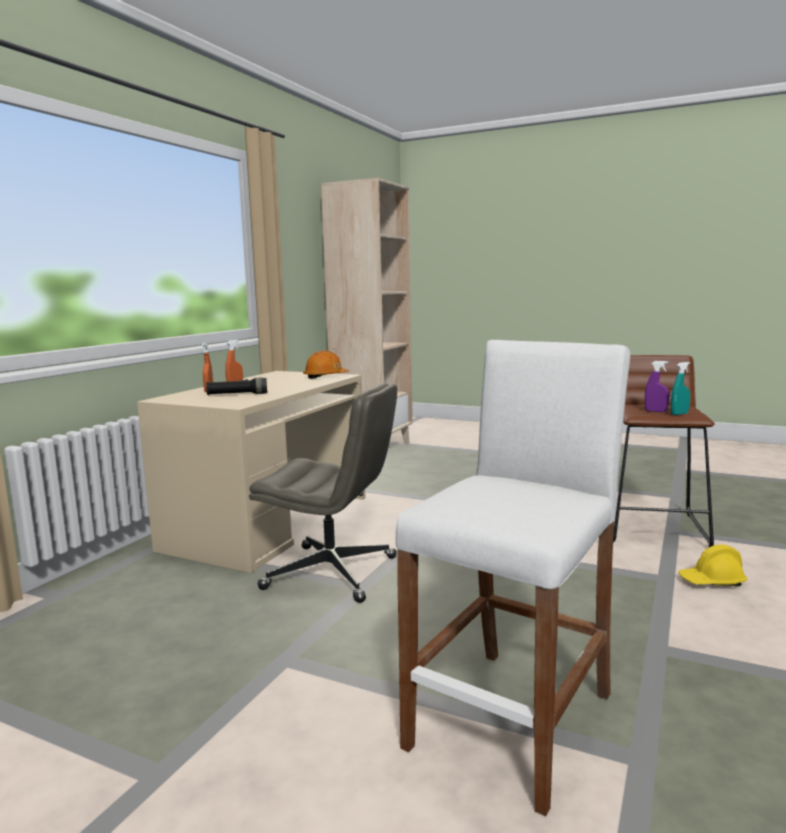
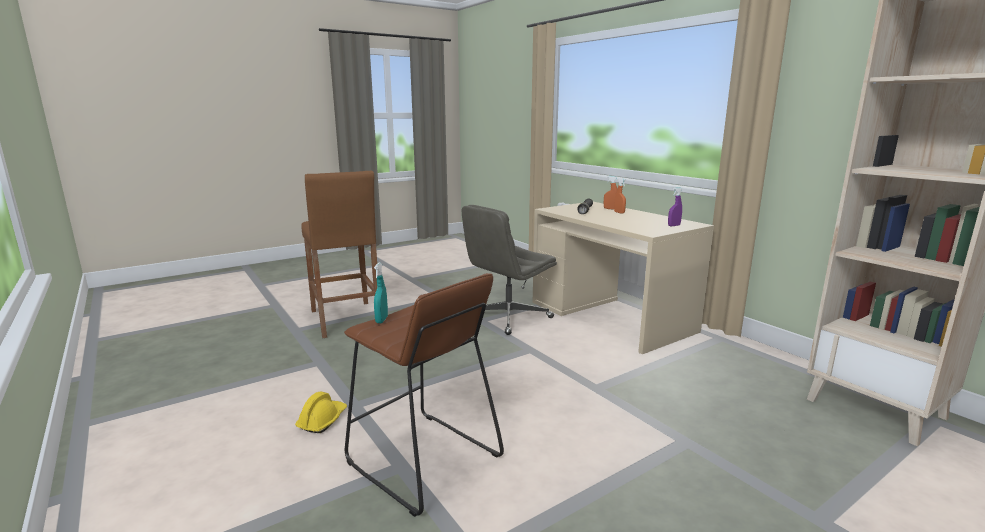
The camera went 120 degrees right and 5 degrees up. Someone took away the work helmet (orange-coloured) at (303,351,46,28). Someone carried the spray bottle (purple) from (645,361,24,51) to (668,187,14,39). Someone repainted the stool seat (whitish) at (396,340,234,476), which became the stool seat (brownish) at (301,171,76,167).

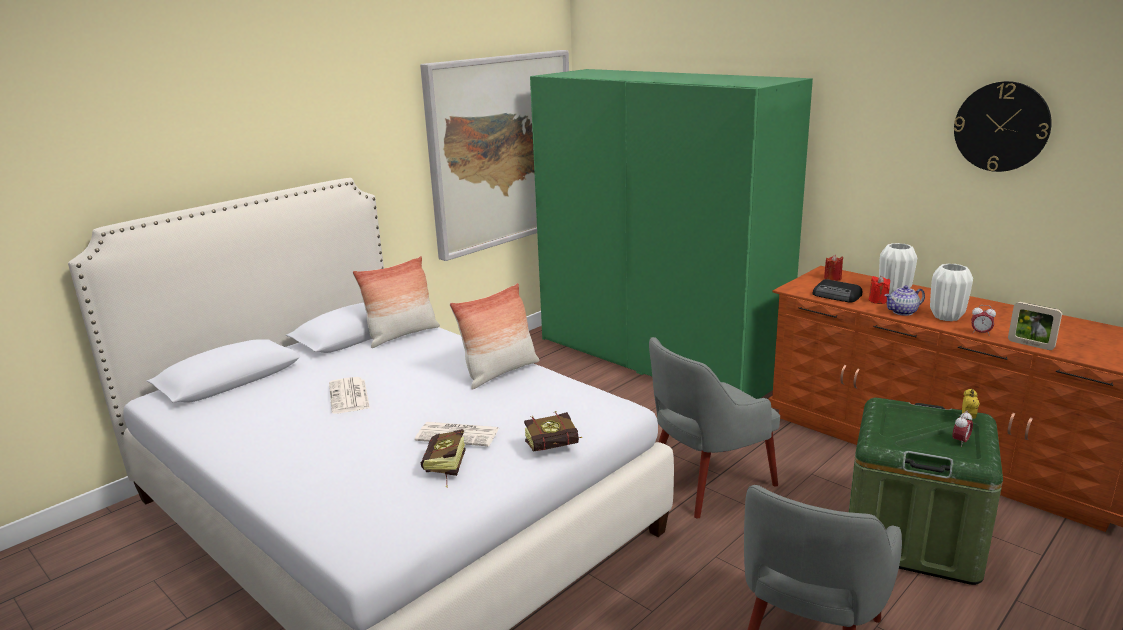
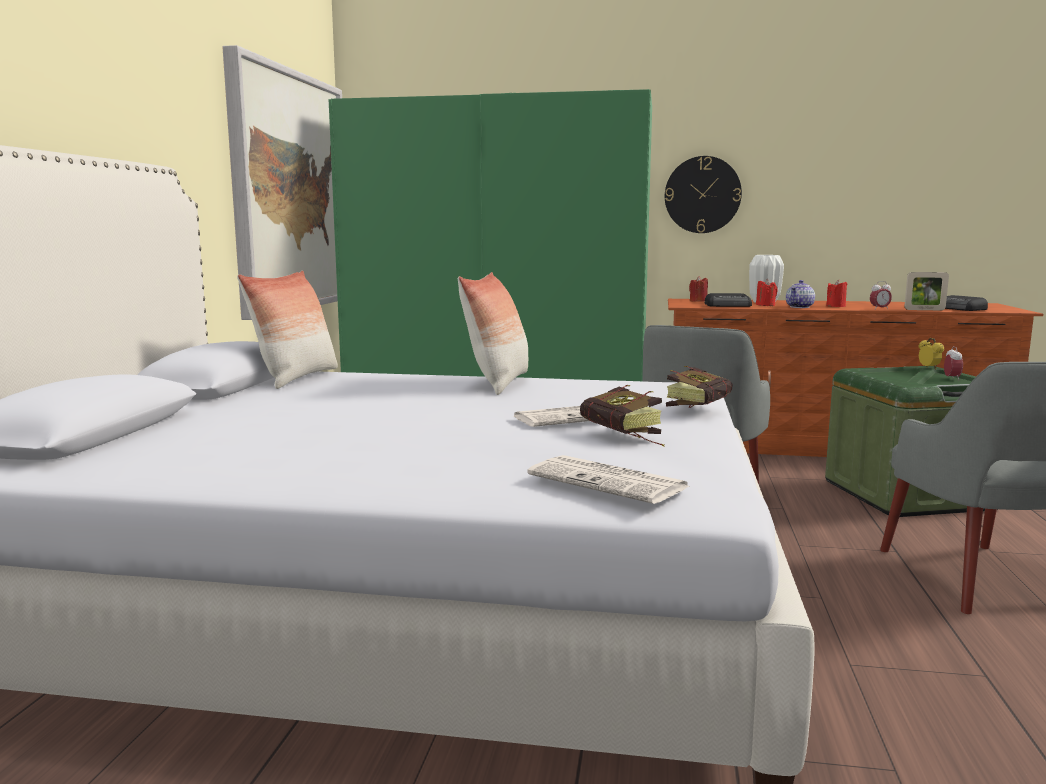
The camera went 35 degrees left and 10 degrees down. Someone put down the radio set at (945,295,43,16). Someone carried the printed paper from (329,377,41,37) to (527,455,164,49). Someone carried the hanging clock from (954,81,98,91) to (665,156,77,77). Someone swapped the vase (whitish) at (930,264,43,57) for the wax light (red-coloured) at (826,280,22,27).

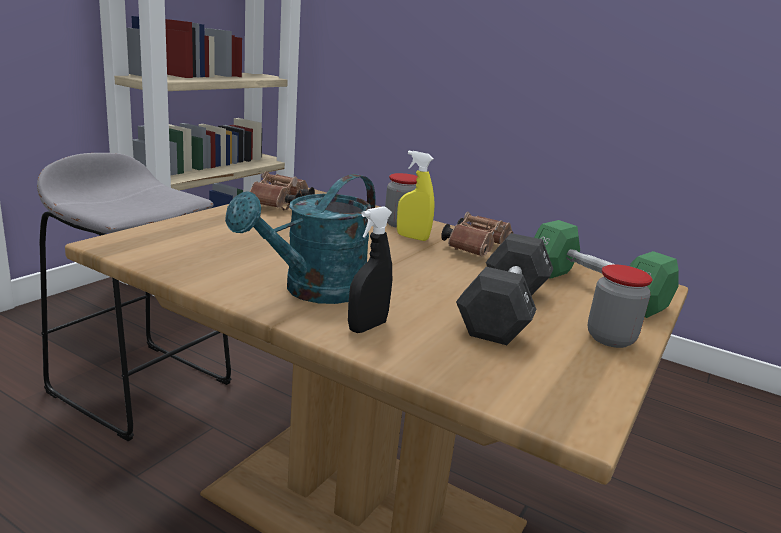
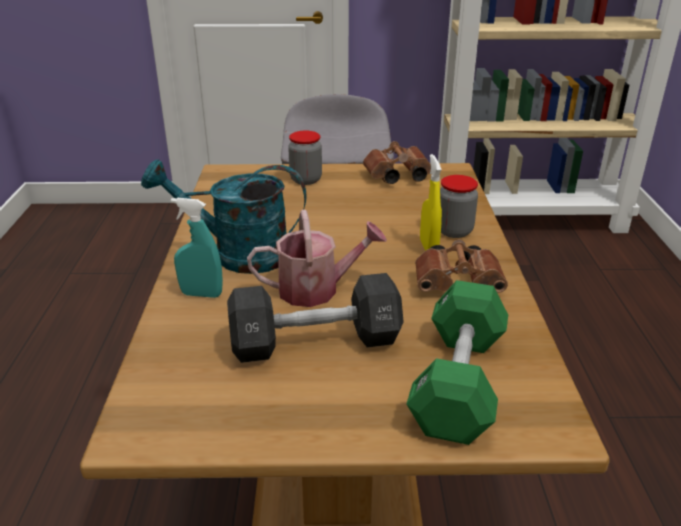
The camera went 60 degrees right and 10 degrees up. Someone put down the watering pot at (247,210,140,97). Someone carried the jar from (588,264,65,84) to (288,131,34,54). Someone repainted the spray bottle (blackish) at (348,206,44,127), which became the spray bottle (blue-green) at (171,198,52,100).

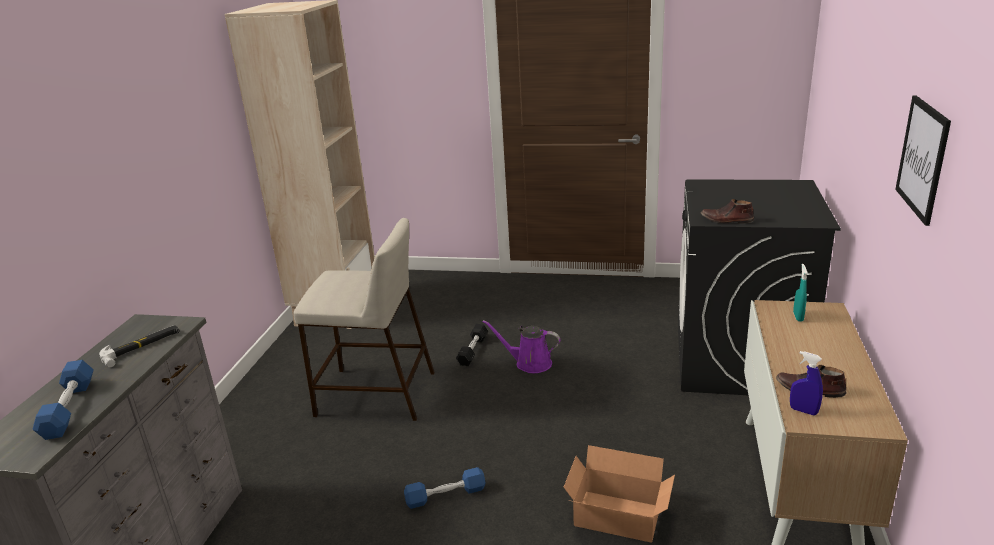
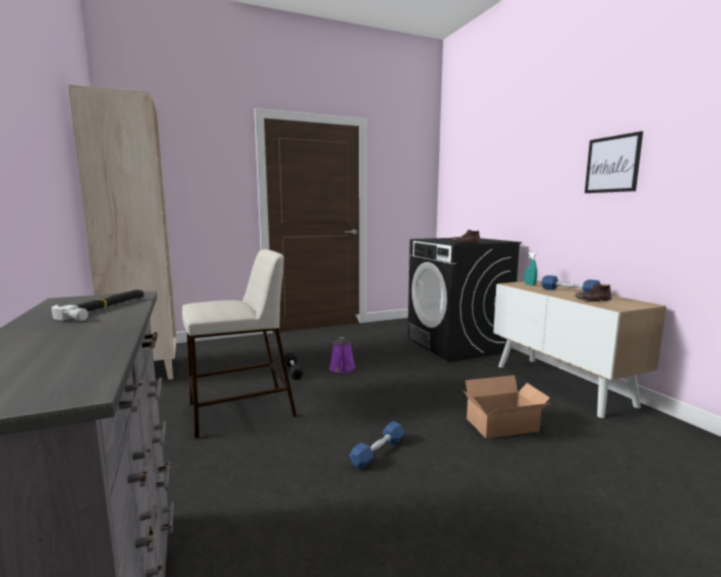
The camera went 35 degrees left and 15 degrees down. Someone took away the spray bottle (blue-coloured) at (790,351,33,64). Someone carried the dumbbell (blue-coloured) from (33,360,61,80) to (541,275,60,18). Someone rotated the watering pot (purple) at (482,320,78,53) by 75 degrees counterclockwise.

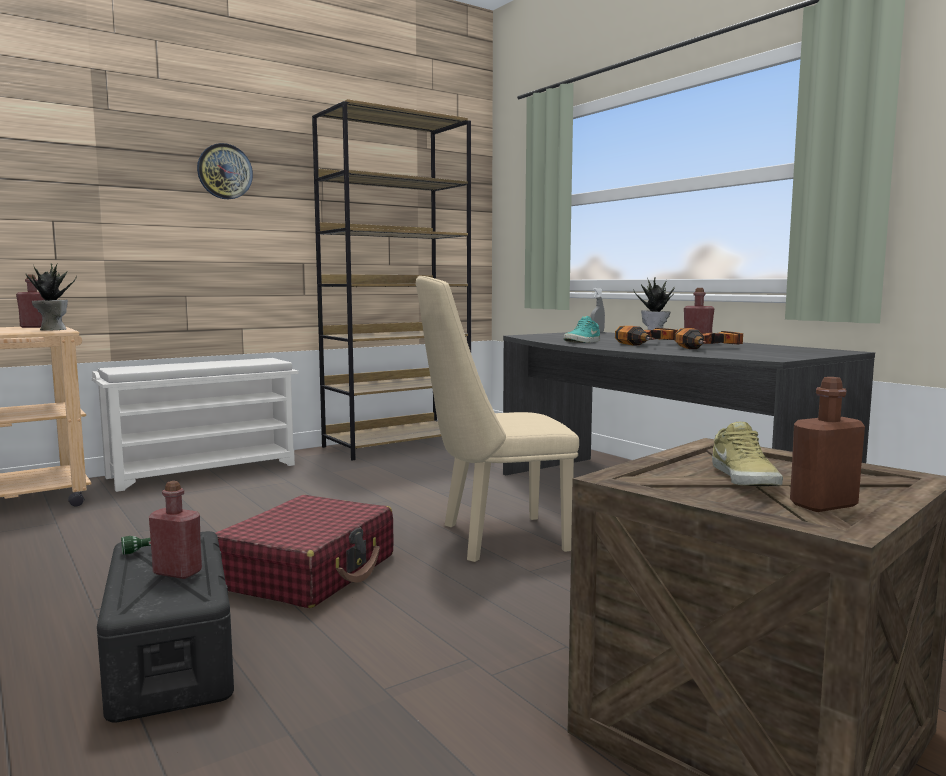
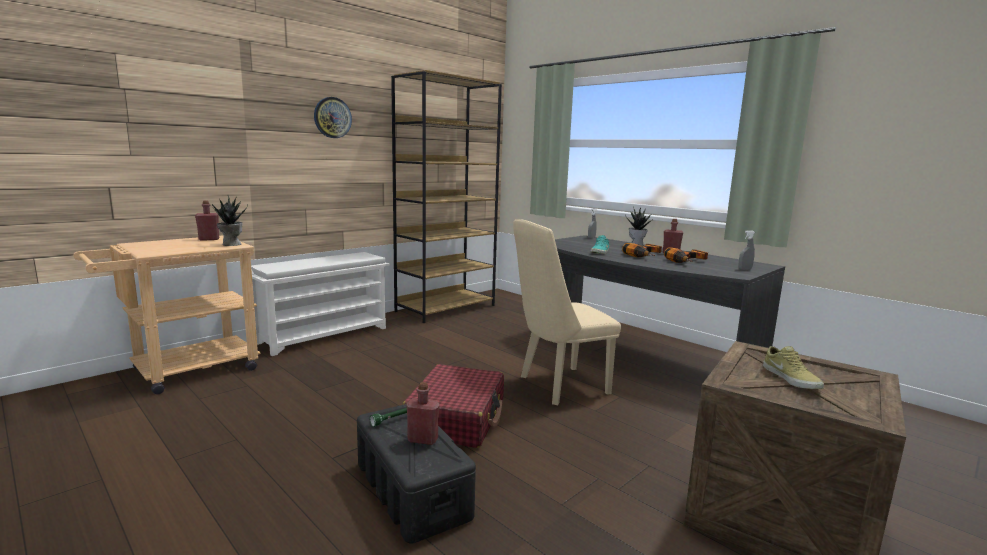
The camera went 10 degrees left and 5 degrees up. Someone took away the bottle (brownish) at (790,377,75,135). Someone put down the spray bottle (grey) at (738,231,17,39).

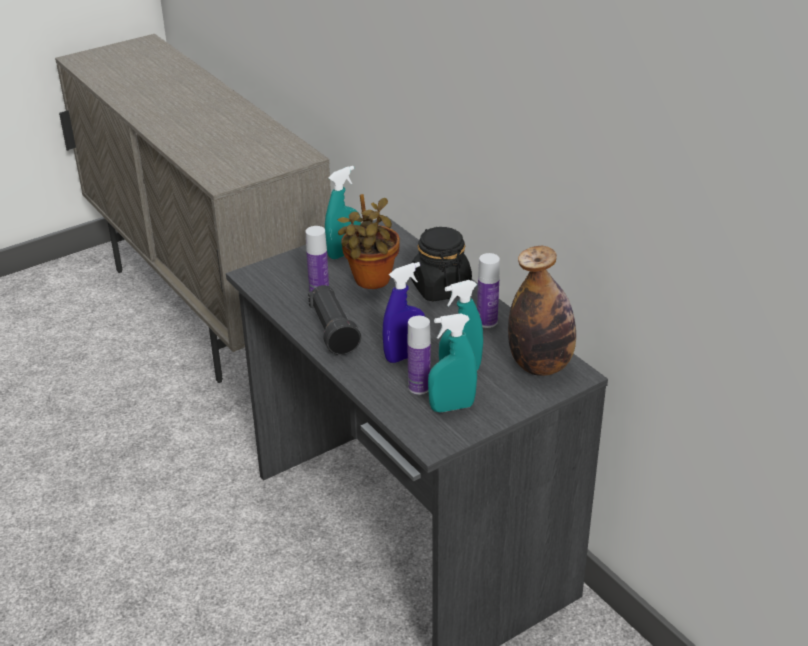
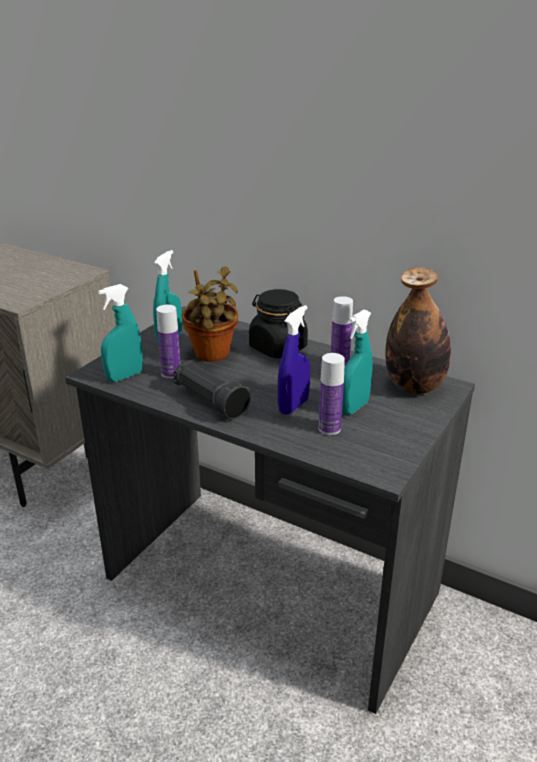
The camera went 25 degrees left and 5 degrees down. Someone carried the spray bottle (blue-green) from (428,313,49,100) to (98,284,45,98).

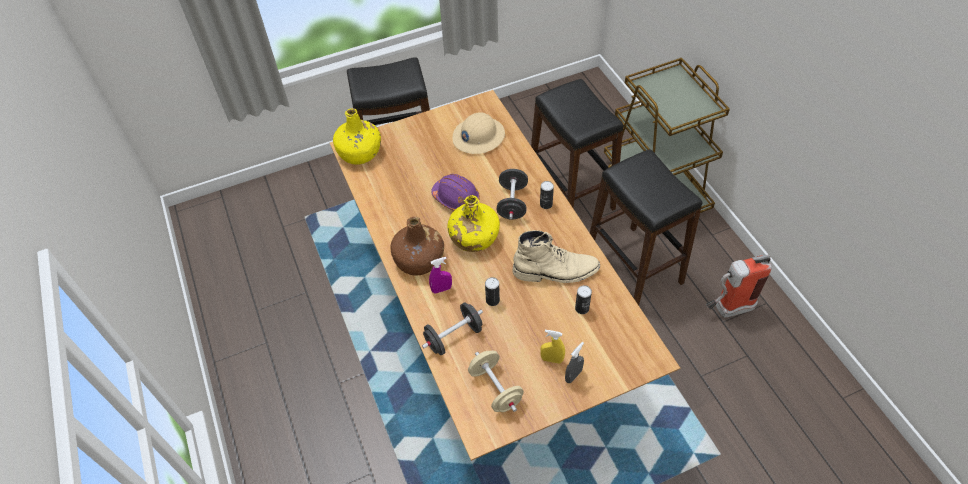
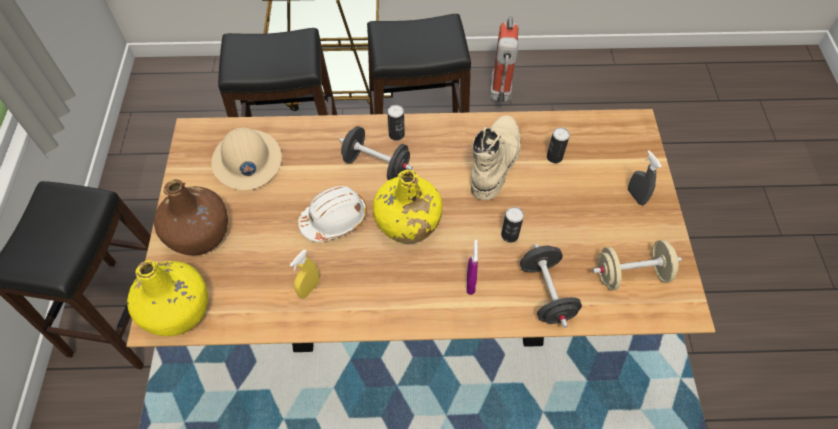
The camera went 70 degrees left and 5 degrees up. Someone carried the bottle (brownish) from (390,217,54,58) to (154,179,74,76). Someone carried the spray bottle (yellow-coloured) from (540,330,25,34) to (290,249,29,50). Someone repainted the work helmet (purple) at (431,174,49,37), which became the work helmet (whitish) at (298,186,69,56).

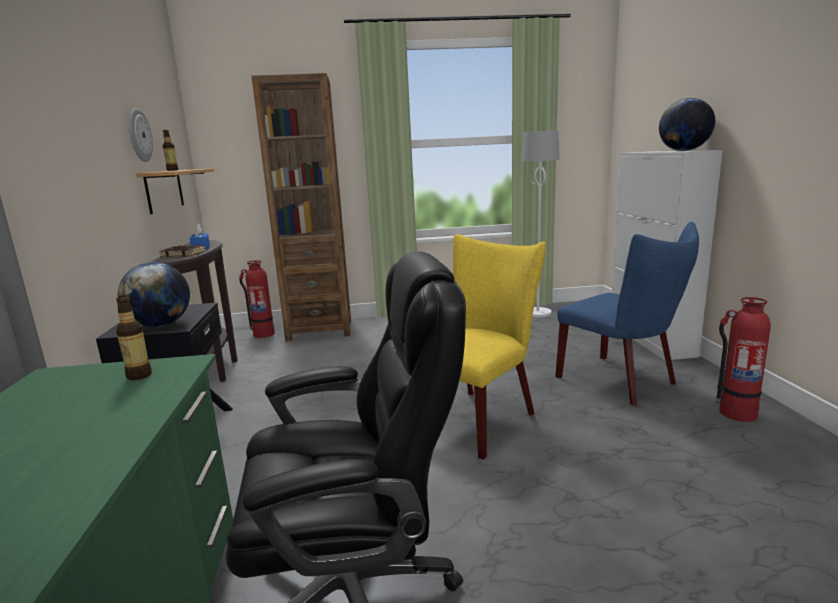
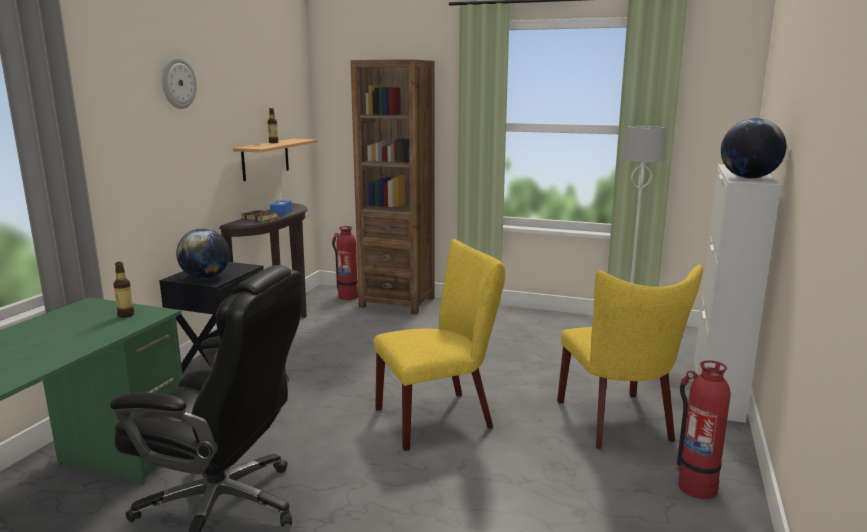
The camera went 25 degrees right and 0 degrees up. Someone carried the hanging clock from (129,108,24,54) to (162,57,35,52). Someone repainted the plain chair (blue-coloured) at (555,222,144,184), which became the plain chair (yellow-coloured) at (557,265,146,184).

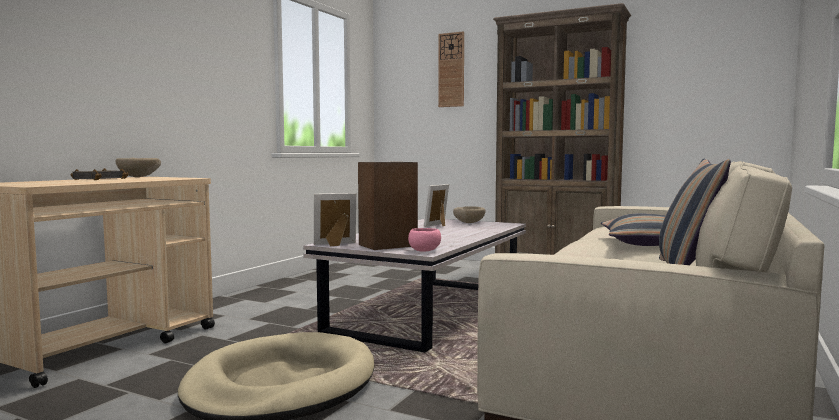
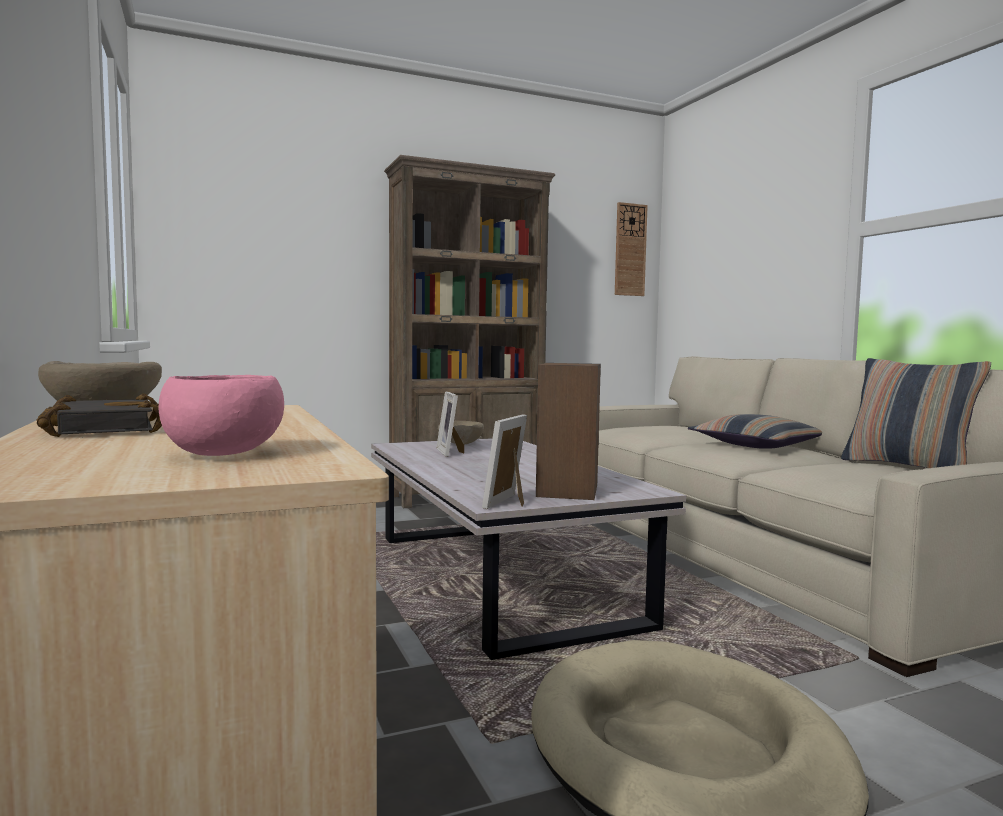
The camera went 50 degrees left and 0 degrees up. Someone carried the deep dish (pink-coloured) from (408,228,33,24) to (159,375,125,81). Someone carried the hanging clock from (438,31,26,76) to (615,202,33,94).

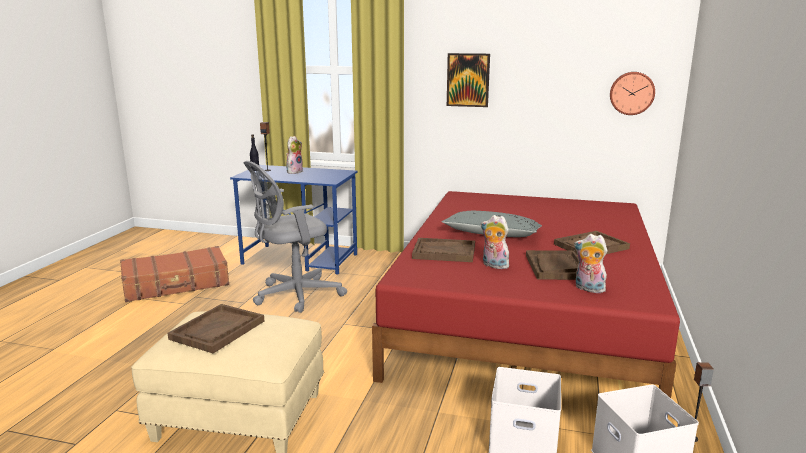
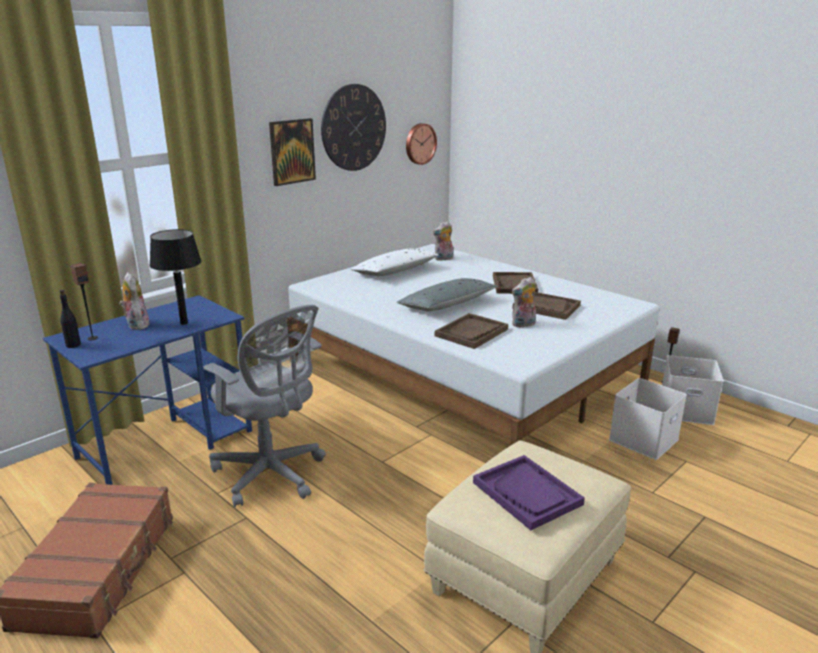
The camera went 60 degrees left and 5 degrees up. Someone put down the tabletop lamp (blackish) at (149,229,52,96). Someone put up the hanging clock at (321,84,65,87). Someone put down the pillow (whitish) at (350,249,89,27). Someone carried the cuddly toy from (574,234,34,60) to (433,221,20,40). Someone repainted the serving tray (brownish) at (167,304,97,49), which became the serving tray (purple) at (473,455,112,75). Someone repainted the bed (red-coloured) at (372,191,308,227), which became the bed (whitish) at (288,244,372,202). Someone rotated the computer chair (grey) at (244,161,103,152) by 45 degrees counterclockwise.

